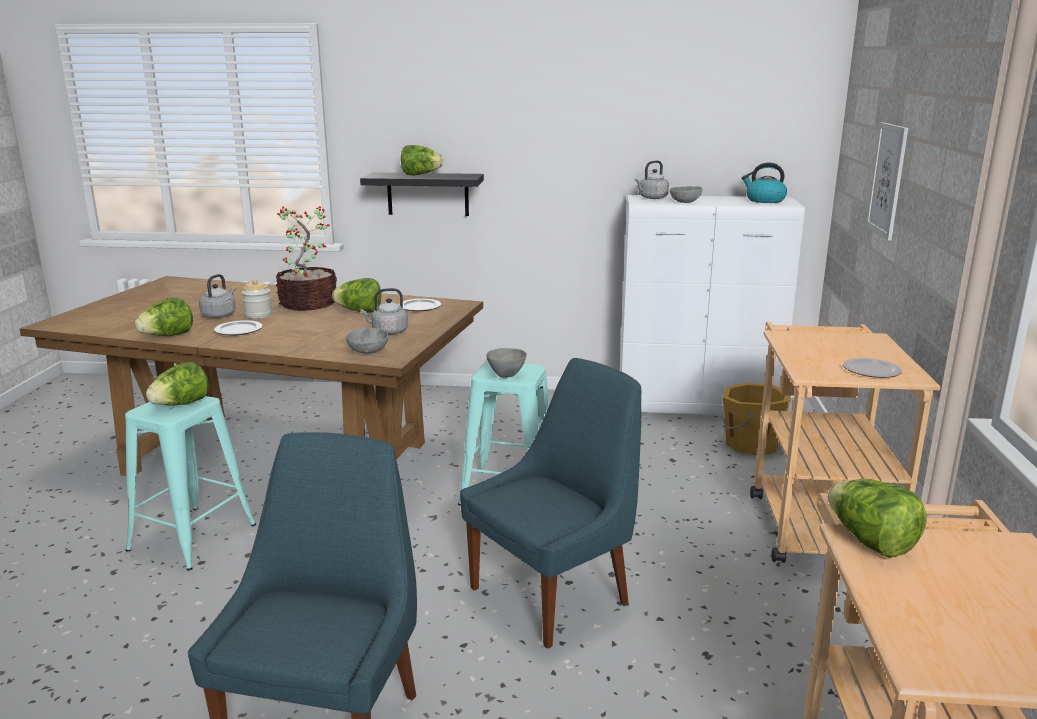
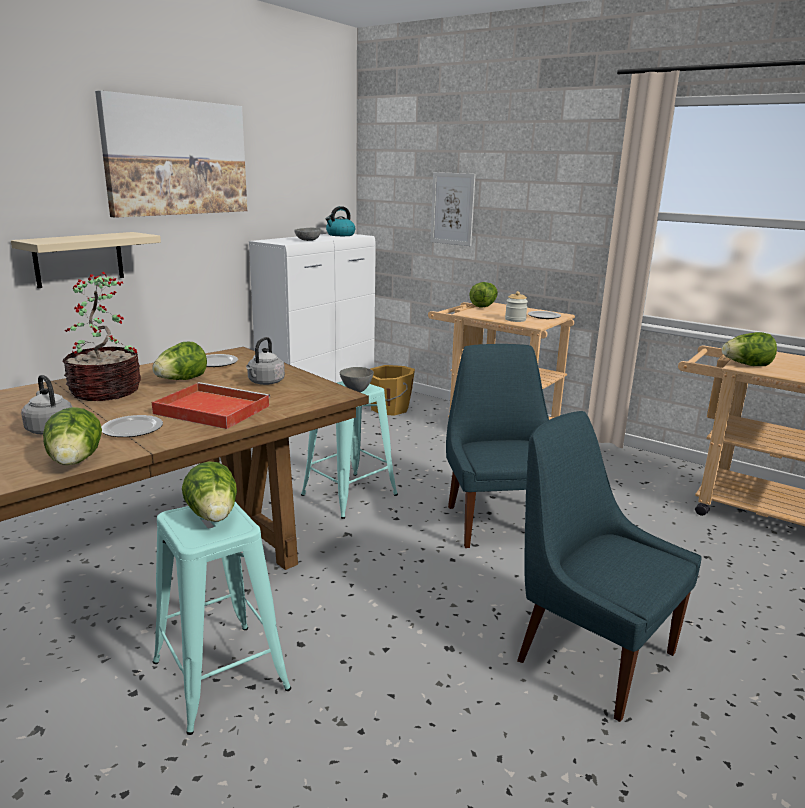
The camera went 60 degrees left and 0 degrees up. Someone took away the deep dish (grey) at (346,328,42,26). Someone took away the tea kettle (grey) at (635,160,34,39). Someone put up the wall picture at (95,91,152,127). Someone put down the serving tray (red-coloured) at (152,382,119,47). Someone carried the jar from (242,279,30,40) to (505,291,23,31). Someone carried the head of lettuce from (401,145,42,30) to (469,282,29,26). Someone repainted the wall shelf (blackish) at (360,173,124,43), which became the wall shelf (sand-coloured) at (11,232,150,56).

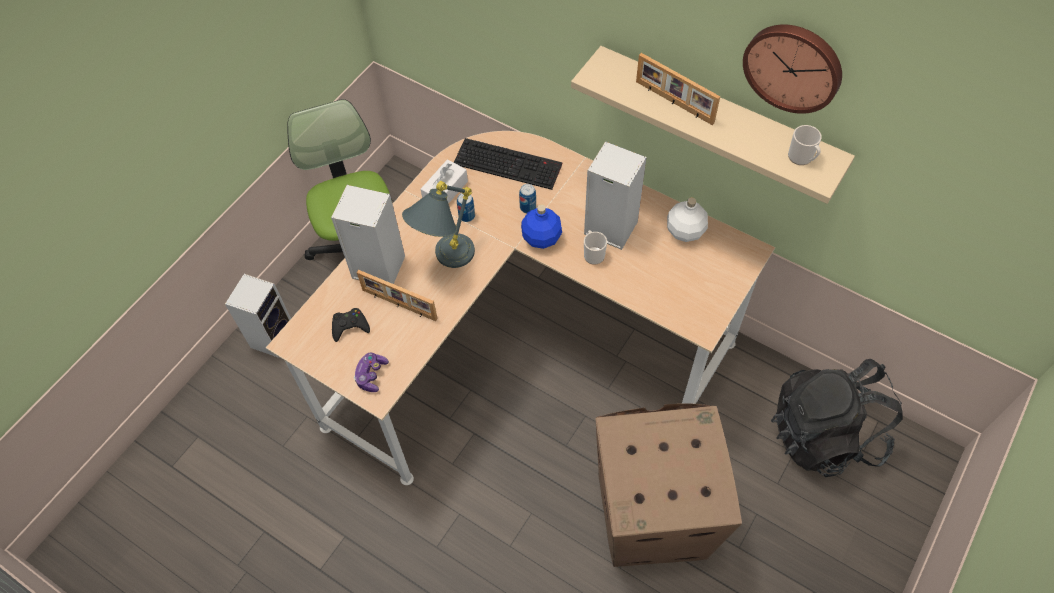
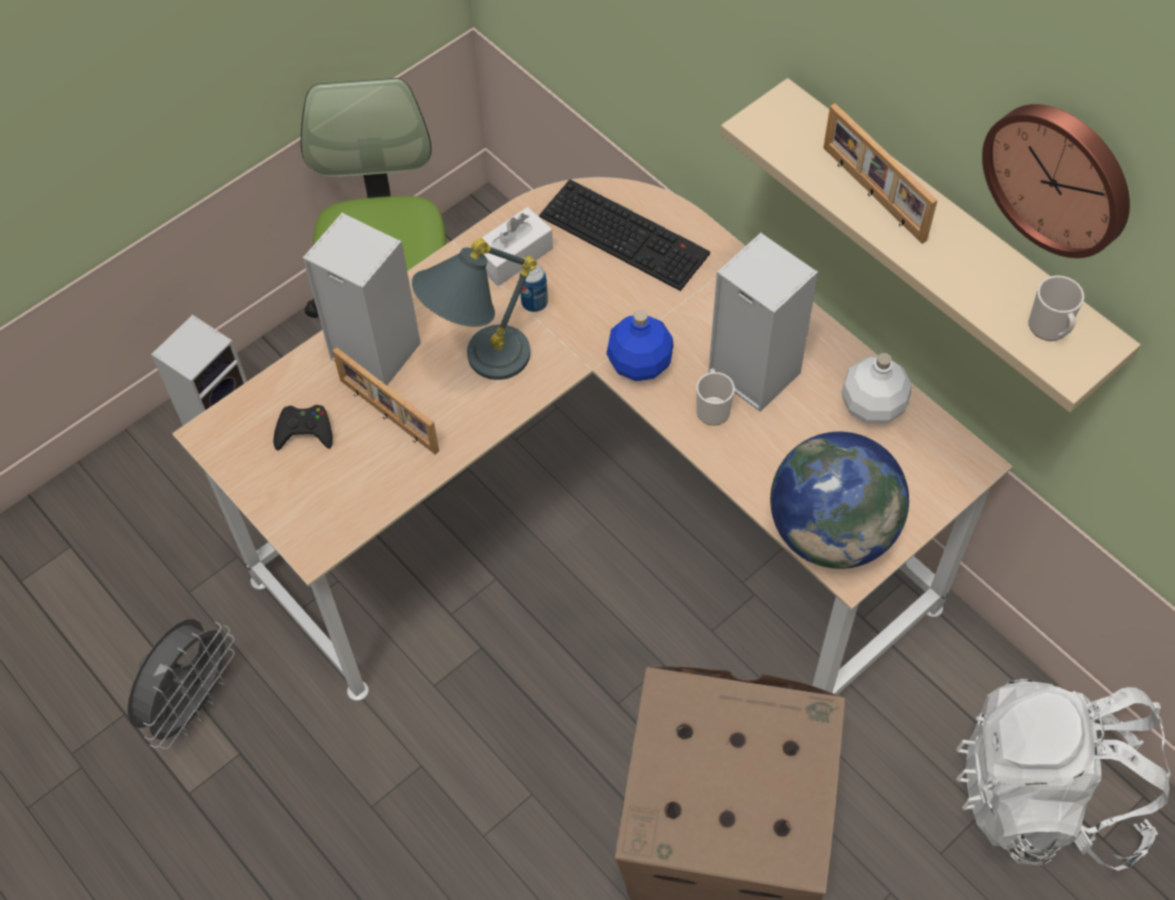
The camera went 15 degrees right and 0 degrees up. Someone took away the joypad at (354,353,35,39). Someone took away the sealed can at (519,184,17,29). Someone put down the electric fan (grey) at (127,619,108,131). Someone put down the globe at (770,432,139,137). Someone repainted the backpack (blackish) at (771,359,132,118), which became the backpack (whitish) at (956,679,216,192).

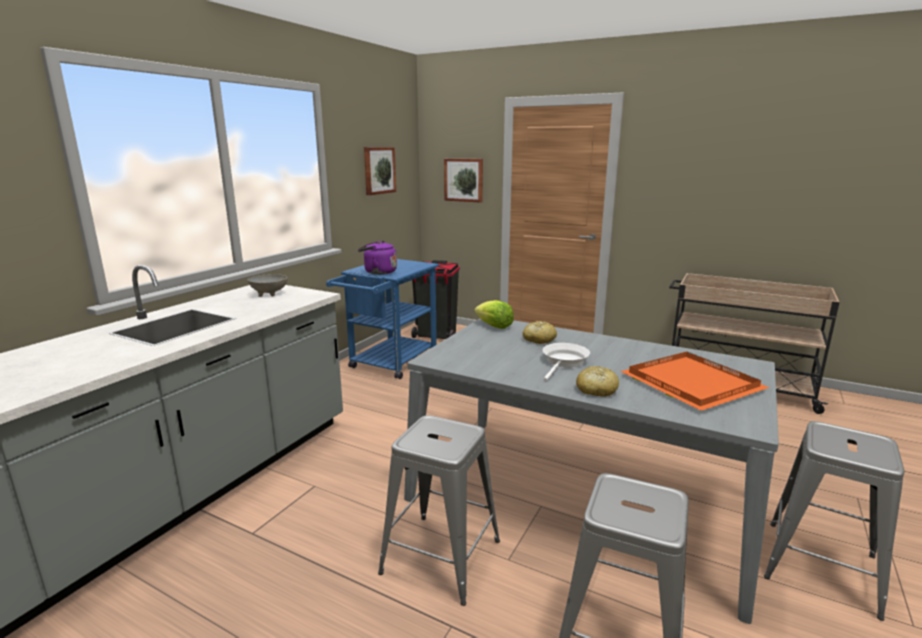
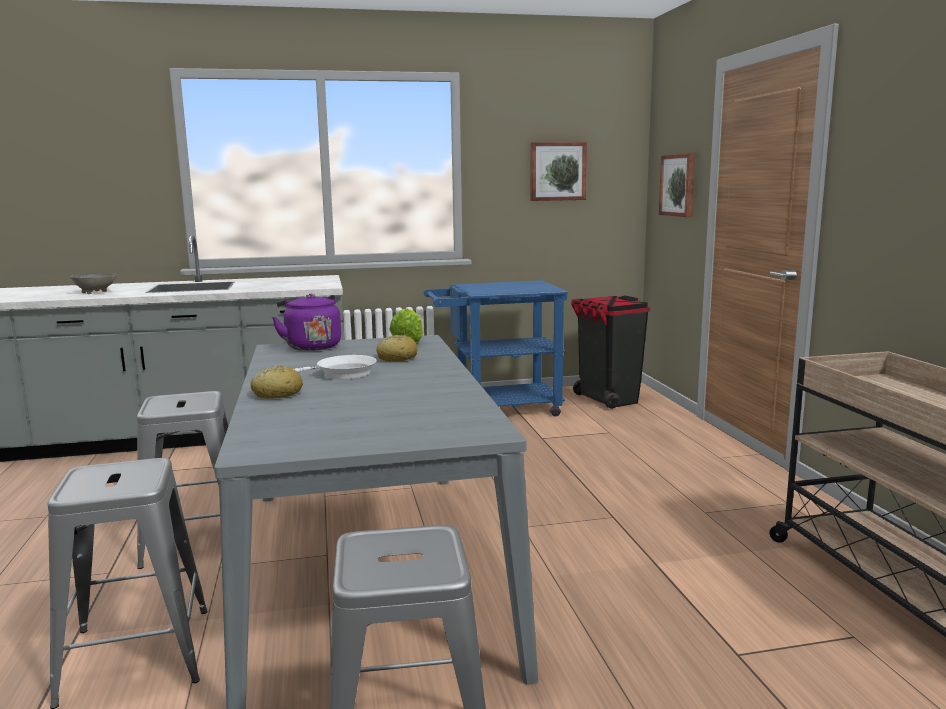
The camera went 50 degrees right and 5 degrees down. Someone took away the serving tray (orange-coloured) at (621,352,149,59). Someone carried the deep dish (grey) from (247,274,41,23) to (71,273,45,21). Someone carried the tea kettle (purple) from (358,241,39,34) to (272,294,69,57).

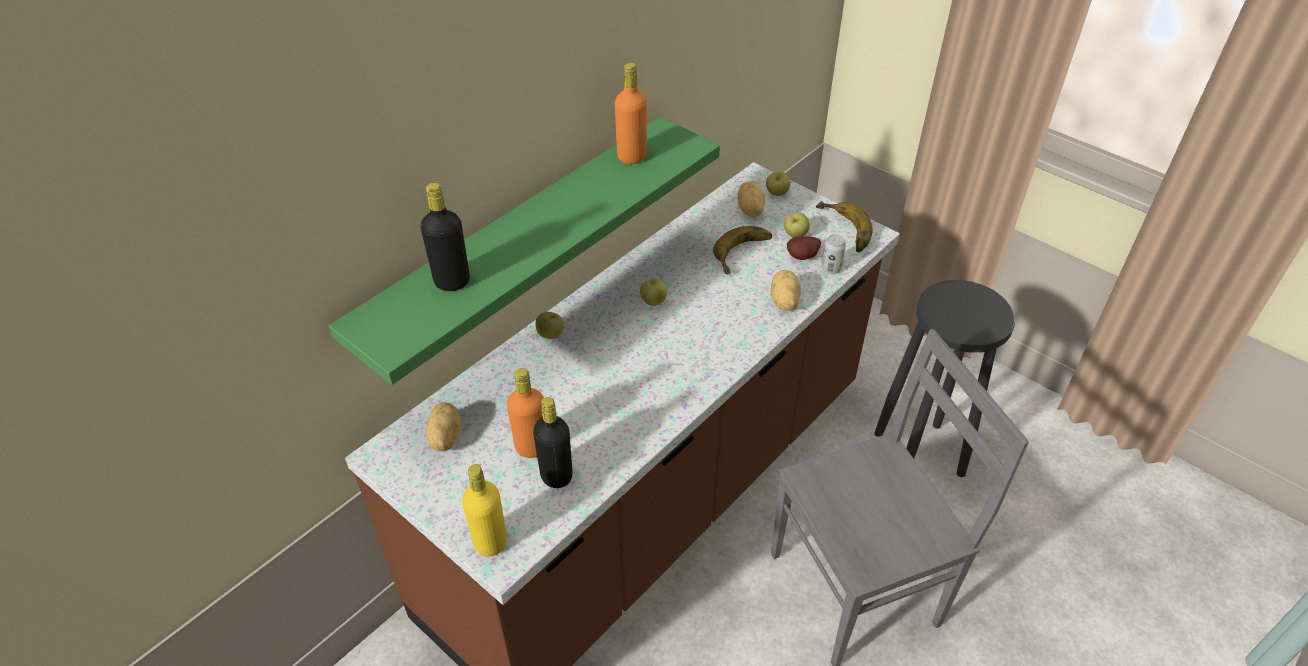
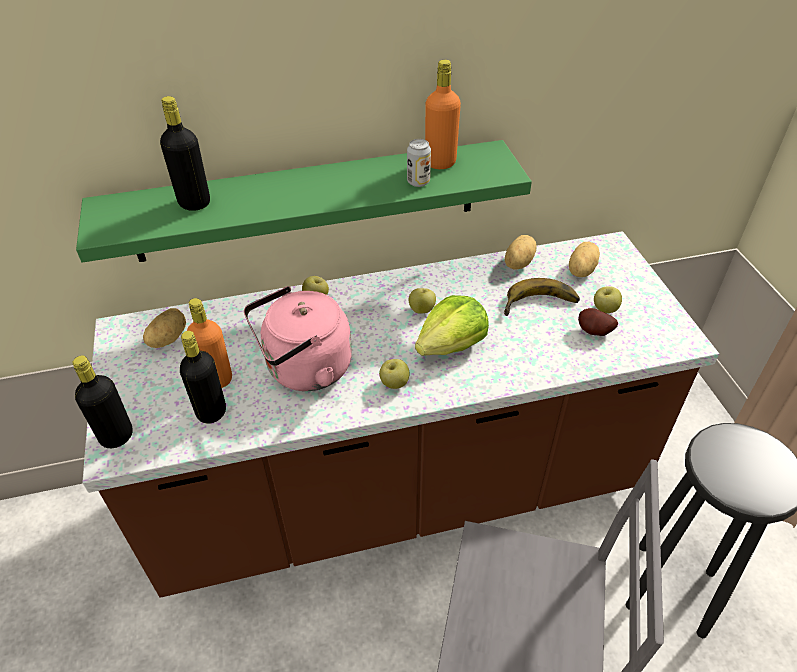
The camera went 35 degrees right and 0 degrees up. Someone took away the whole banana at (816,201,57,51). Someone put down the tea kettle (pink-coloured) at (244,286,108,105). Someone put down the head of lettuce at (415,295,74,61). Someone carried the apple fruit from (766,172,25,24) to (379,359,30,30). Someone carried the whole potato from (771,270,30,41) to (504,235,33,35). Someone carried the sealed can from (821,235,25,39) to (407,139,24,48). Someone repainted the bottle (yellow-coloured) at (462,464,45,93), which became the bottle (blackish) at (72,356,61,92).

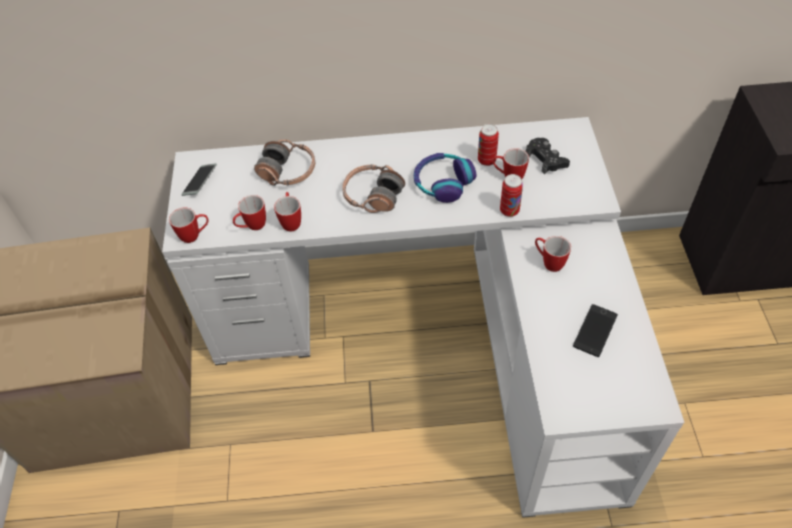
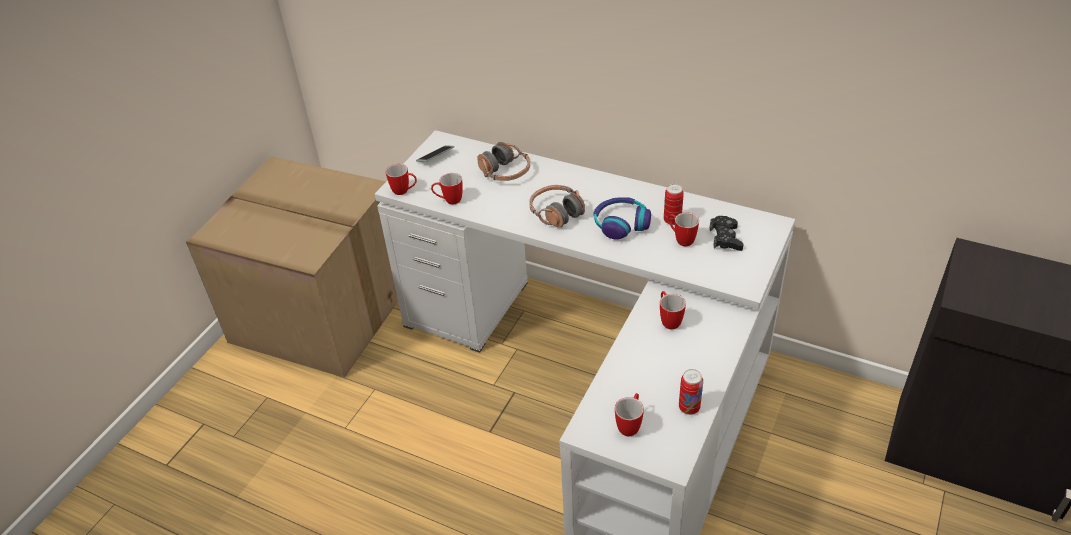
The camera went 30 degrees right and 10 degrees down. Someone took away the phone at (573,304,45,53). Someone carried the coffee mug from (274,192,27,39) to (615,393,29,43). Someone carried the sealed can from (500,174,23,43) to (679,369,24,46).

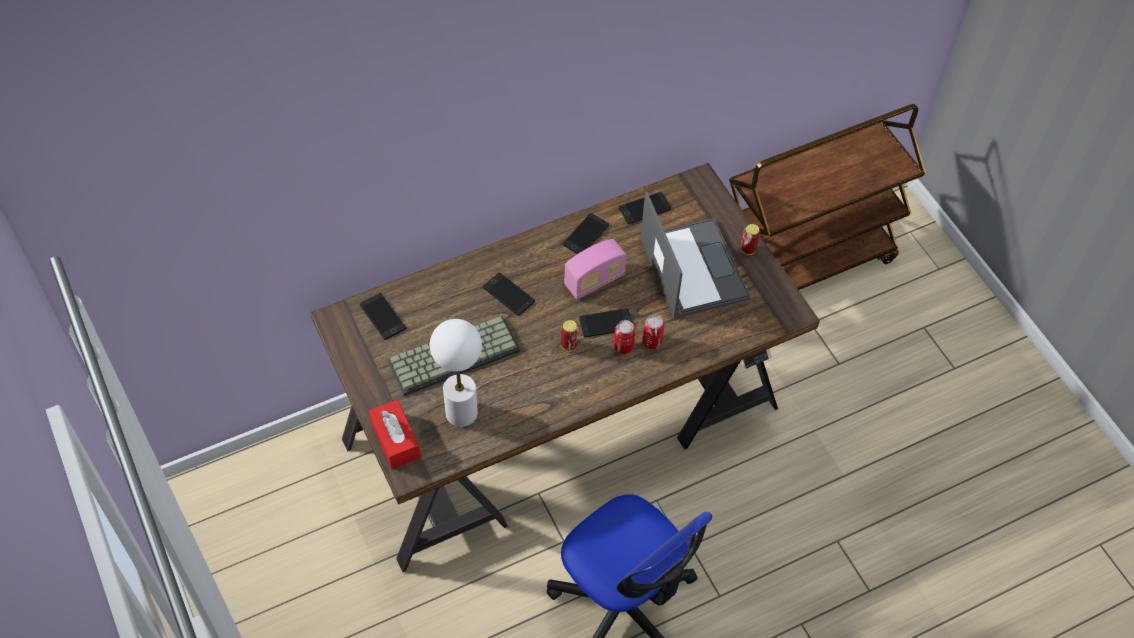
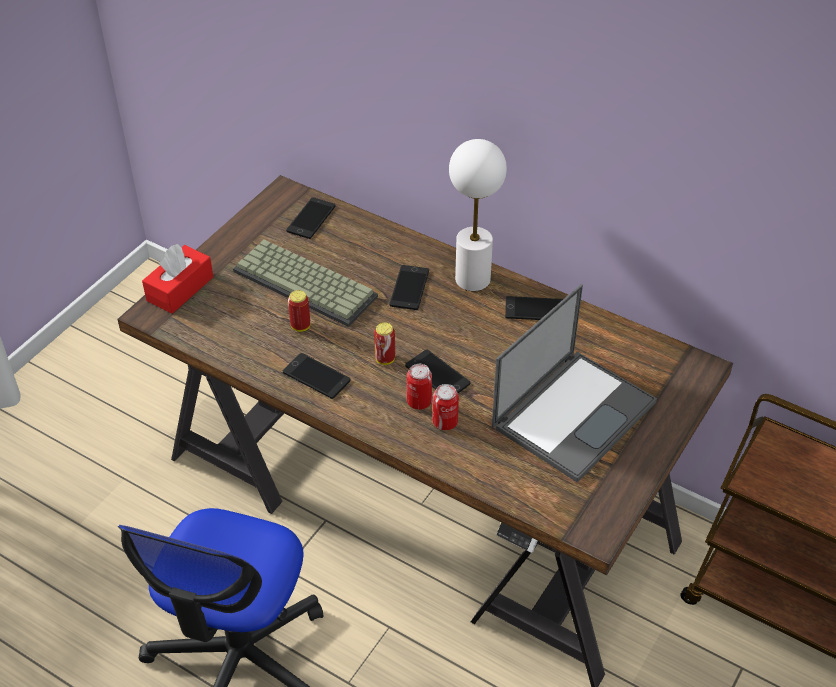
The camera went 60 degrees right and 10 degrees down. Someone took away the radio set at (564,239,62,61). Someone carried the tabletop lamp (whitish) from (430,319,52,108) to (449,139,58,152). Someone carried the phone from (619,192,52,32) to (283,353,68,46). Someone carried the sealed can from (741,224,19,31) to (288,290,22,42).

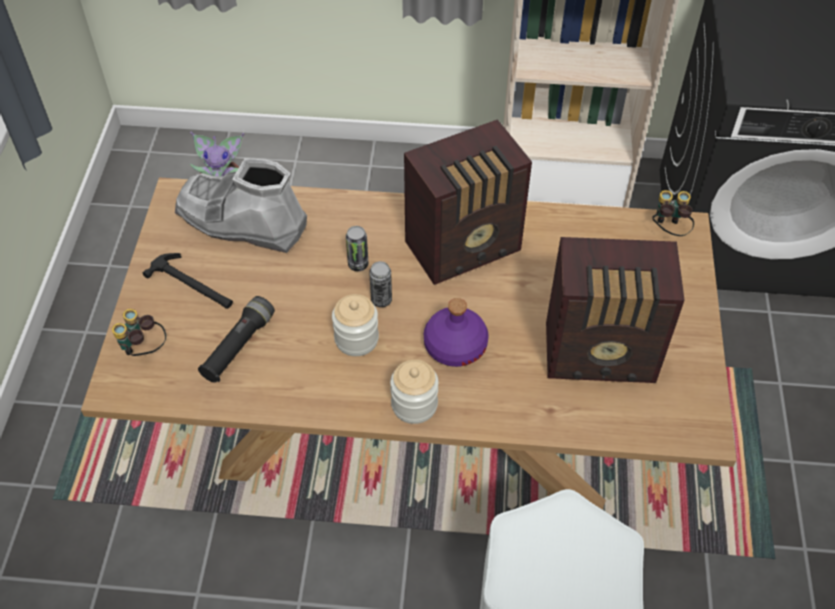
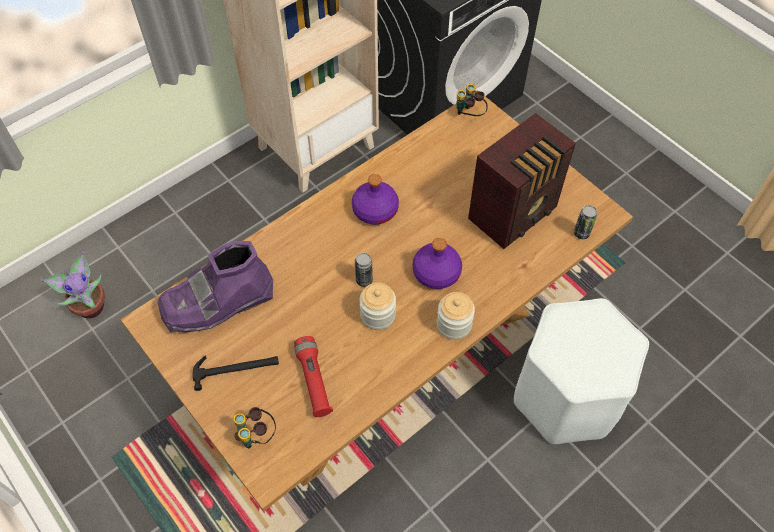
The camera went 45 degrees left and 5 degrees up. Someone carried the sealed can from (346,226,23,45) to (574,205,23,34). Someone swapped the radio set at (404,119,128,166) for the bottle (purple) at (352,174,47,51). Someone repainted the high-top boot (grey) at (175,158,132,95), which became the high-top boot (purple) at (157,241,116,92). Someone repainted the hand torch (blackish) at (198,296,77,87), which became the hand torch (red-coloured) at (294,336,39,81).

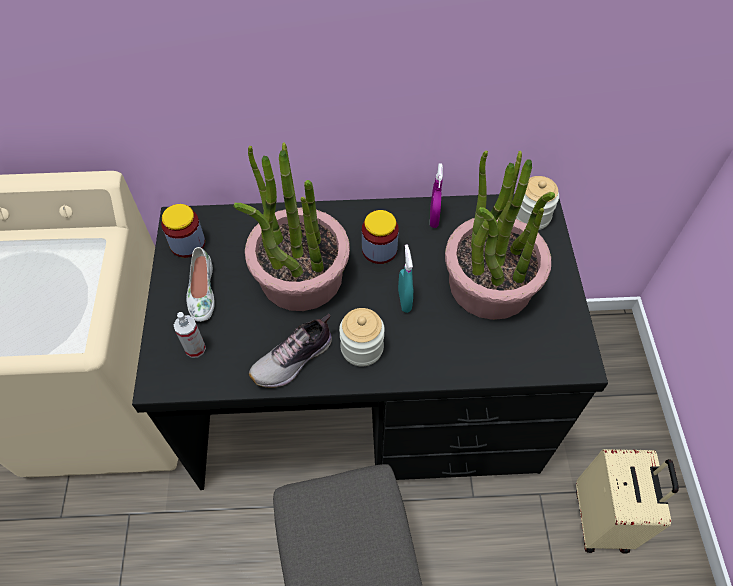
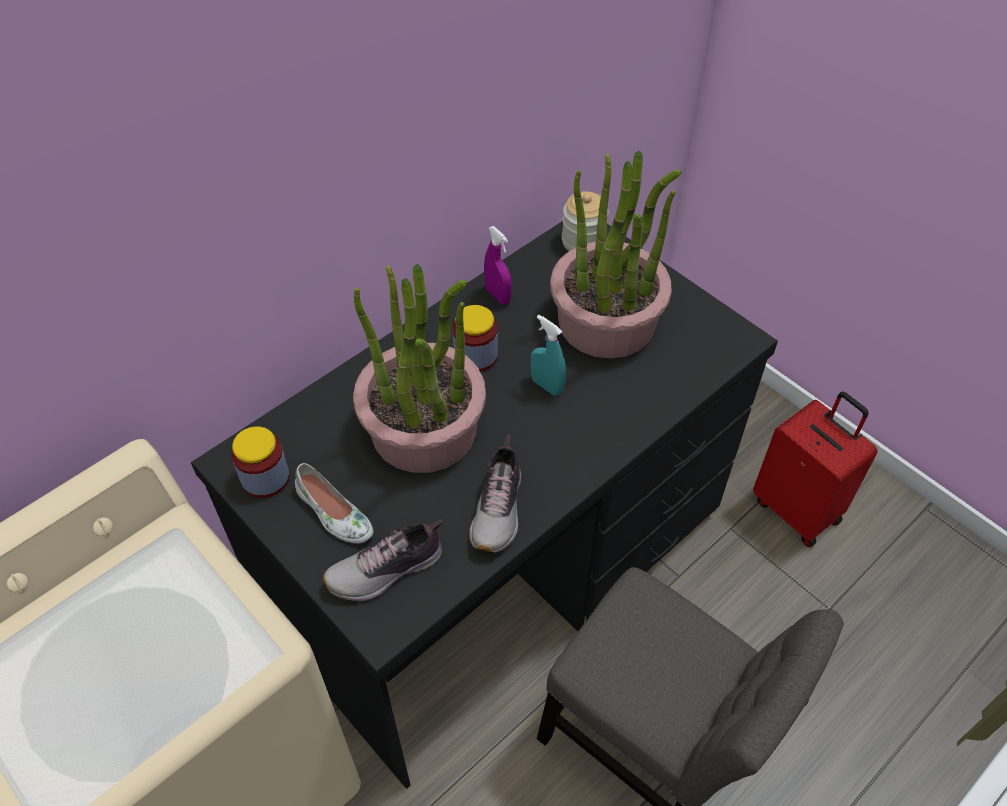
The camera went 40 degrees left and 5 degrees down. Someone took away the jar at (339,308,46,58). Someone swapped the spray bottle at (174,312,32,46) for the item of footwear at (323,519,119,82). Someone repainted the piece of luggage (sand-coloured) at (576,449,103,104), which became the piece of luggage (red-coloured) at (753,391,125,156).

